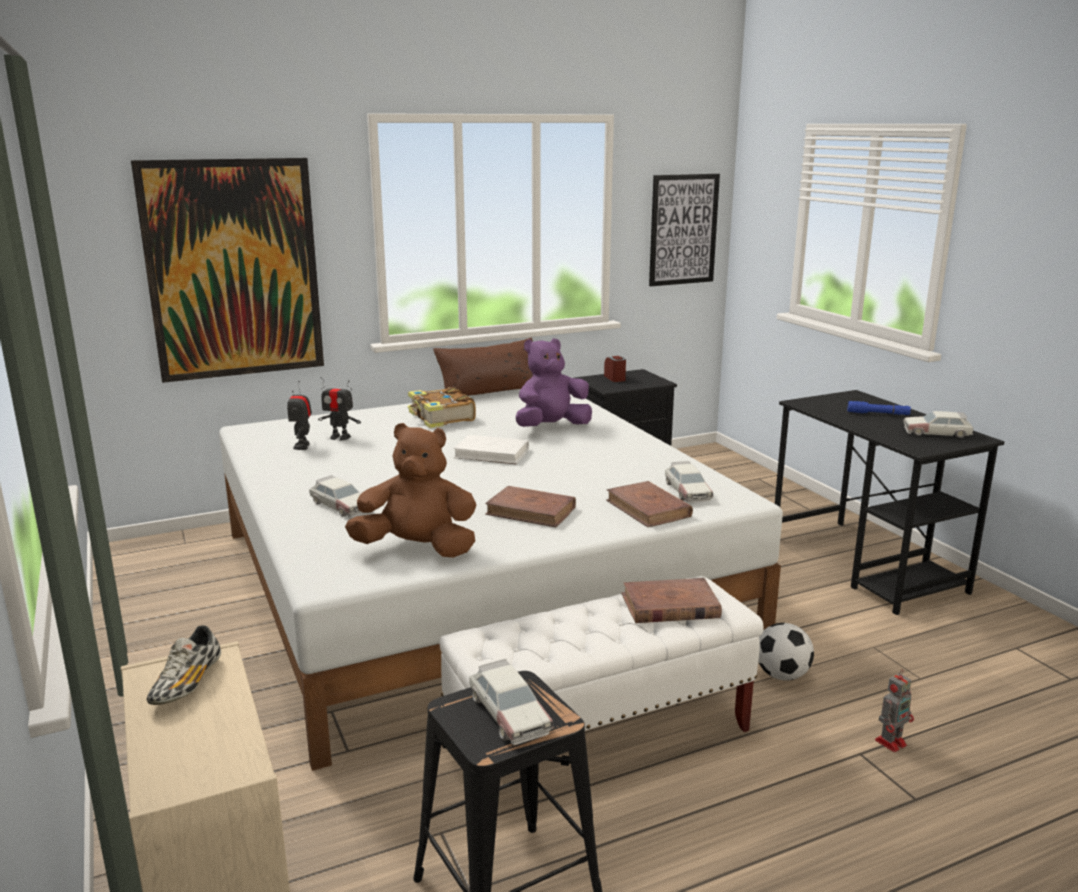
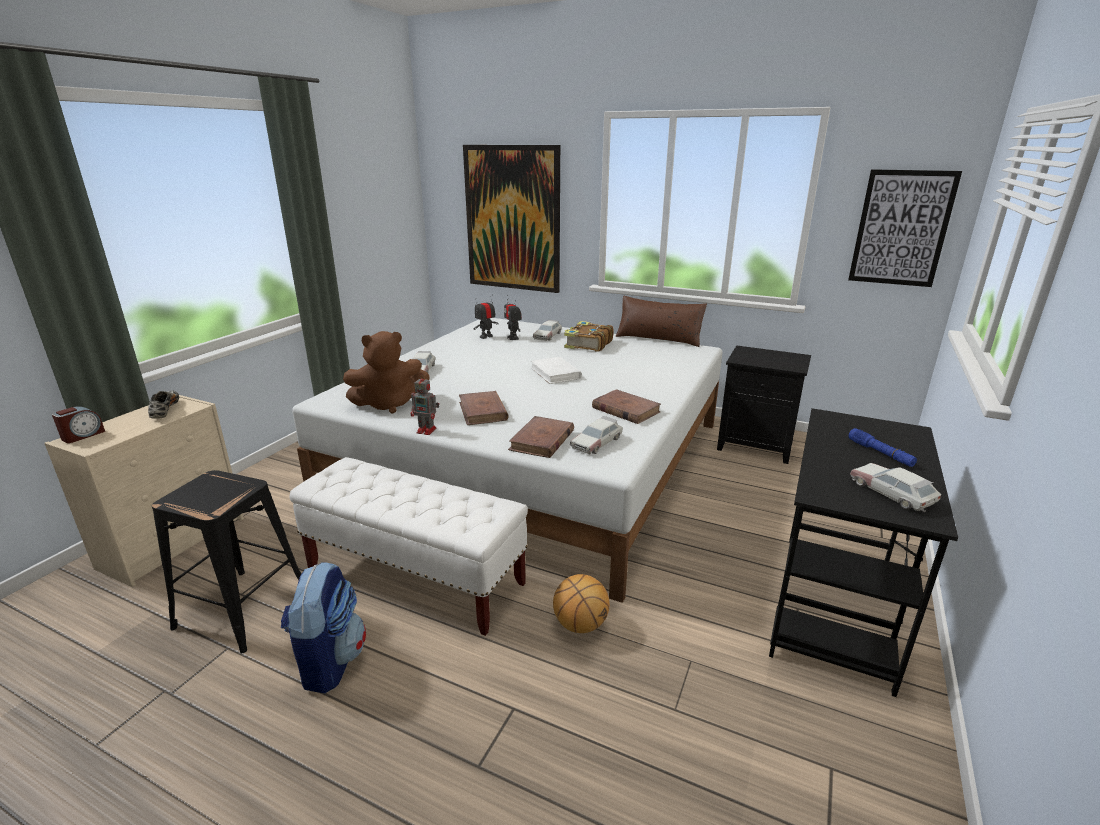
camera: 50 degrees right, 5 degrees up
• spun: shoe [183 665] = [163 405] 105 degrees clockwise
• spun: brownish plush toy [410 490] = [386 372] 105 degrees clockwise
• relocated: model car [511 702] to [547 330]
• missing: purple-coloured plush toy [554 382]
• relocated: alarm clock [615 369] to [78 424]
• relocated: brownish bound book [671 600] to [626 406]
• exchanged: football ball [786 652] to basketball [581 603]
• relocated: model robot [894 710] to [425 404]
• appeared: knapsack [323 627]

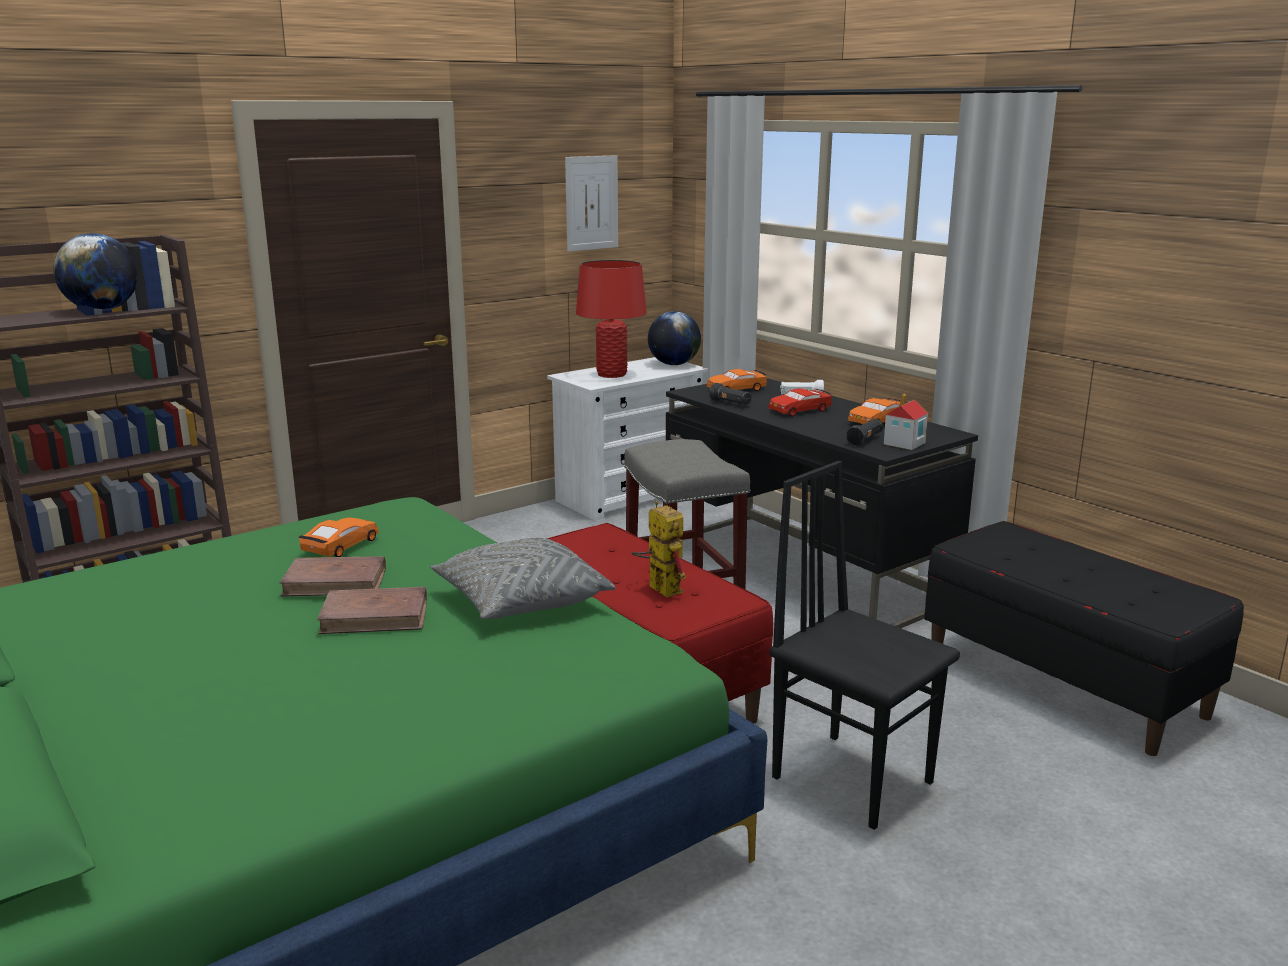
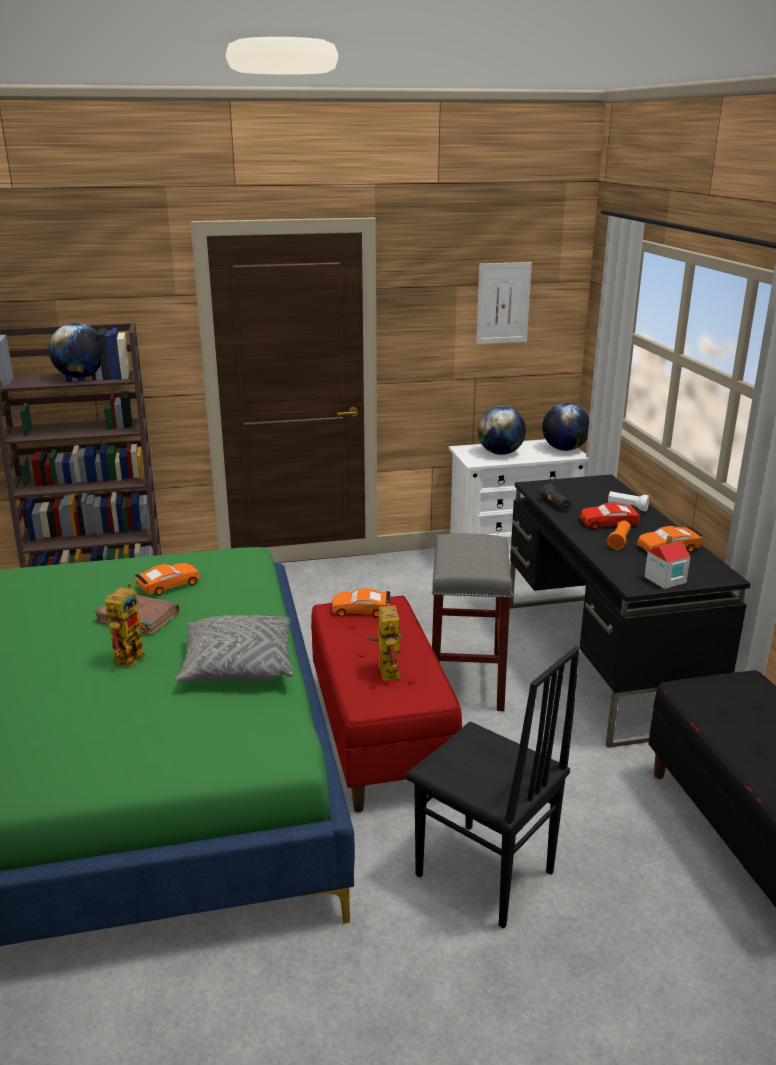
camera: 25 degrees right, 5 degrees up
• exchanged: brownish bound book [372 610] to model robot [128 625]
• exchanged: reddish table lamp [611 319] to desk globe [502 430]
• relocated: orangey model car [737 380] to [361 602]
• spun: black chair [864 645] = [493 787] 150 degrees clockwise
• missing: black torch [864 432]
• appeared: orangey torch [619 535]

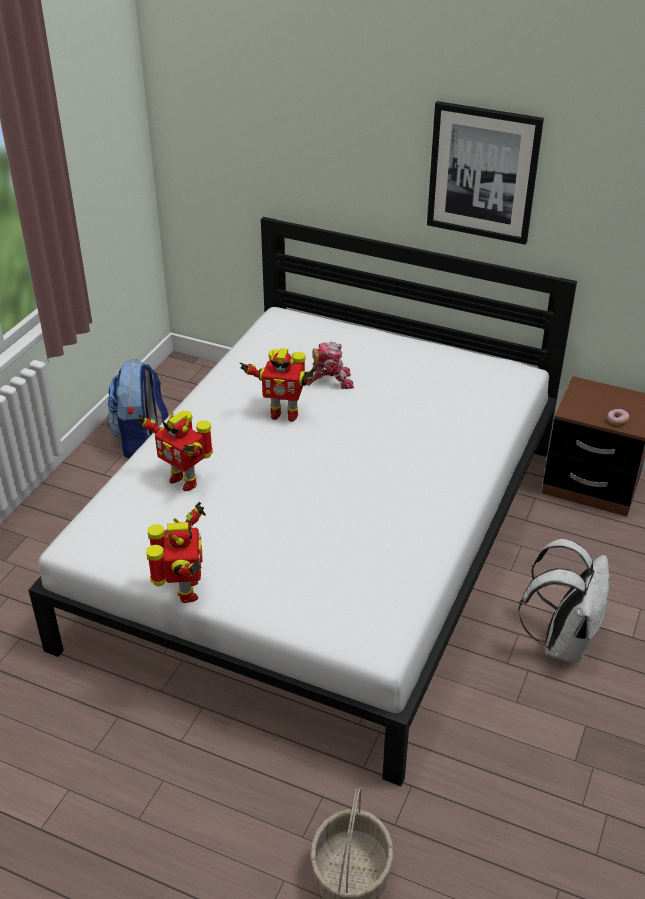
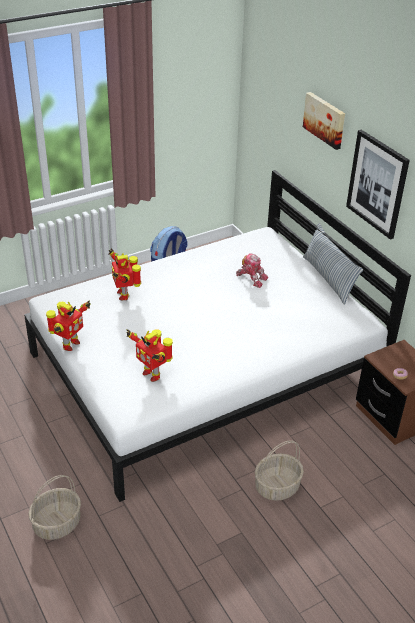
camera: 35 degrees right, 0 degrees up
• relocated: model robot [276 385] to [150 355]
• exchanged: whitish knapsack [563 601] to basket [279 470]
• appeared: wall picture [324 121]
• appeared: pillow [333 264]

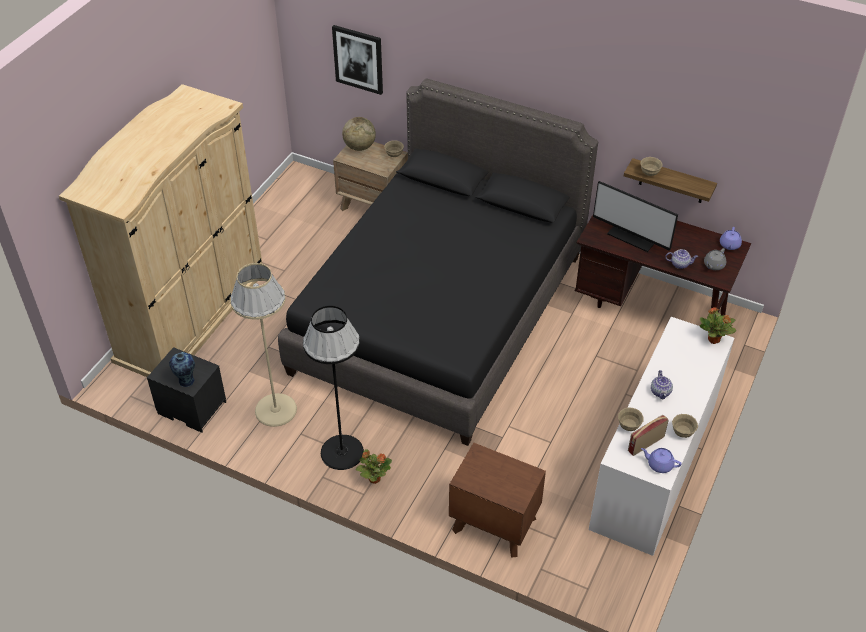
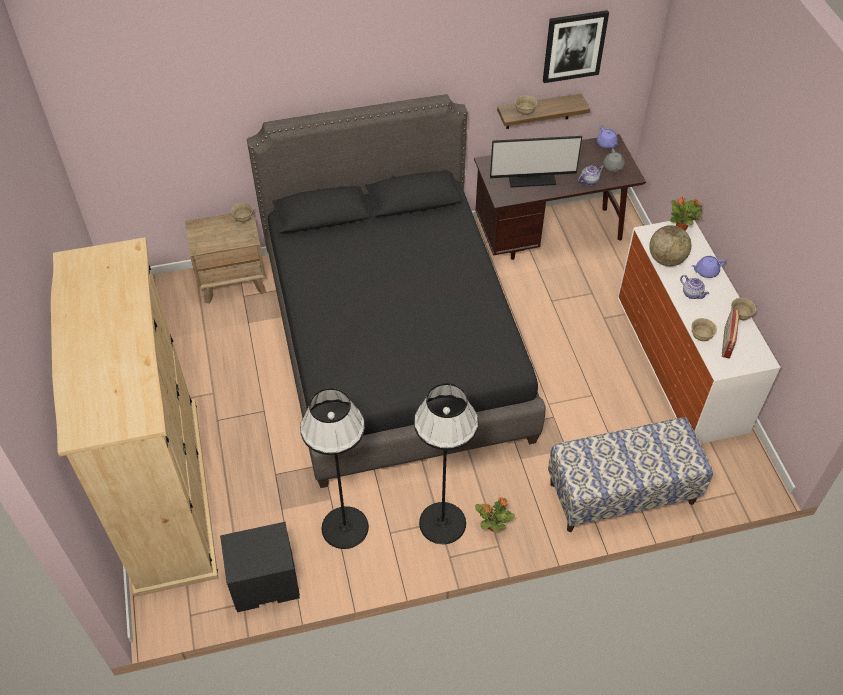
camera: 40 degrees left, 5 degrees up
• missing: decorative vase [182 369]
• colour: beige floor lamp [263 345] to black floor lamp [334 468]
• relocated: wall picture [357 60] to [576 46]
• relocated: desk globe [359 134] to [670 245]
• exchanged: brownish bedside table [497 500] to long seat [630 474]
• relocated: purple-coloured pot for tea [661 460] to [709 267]

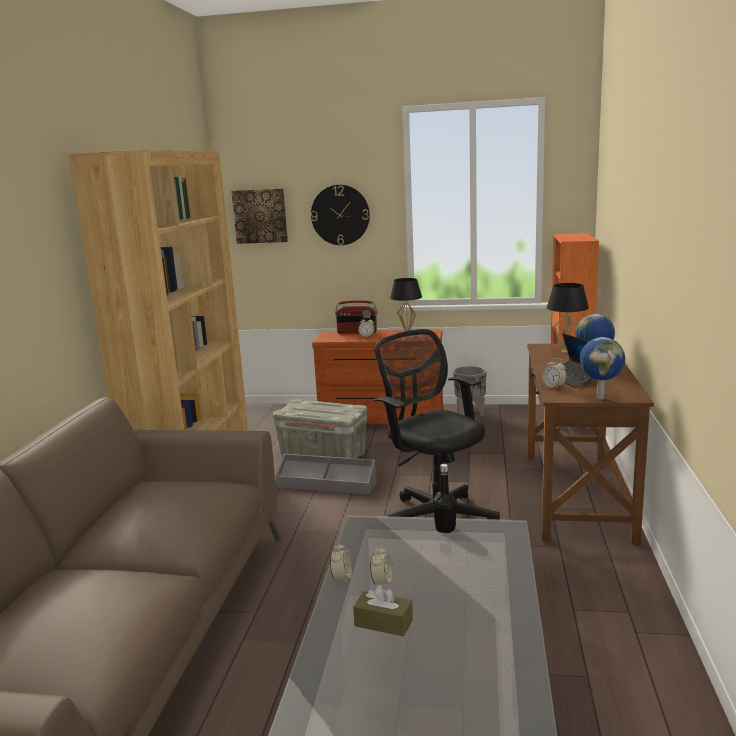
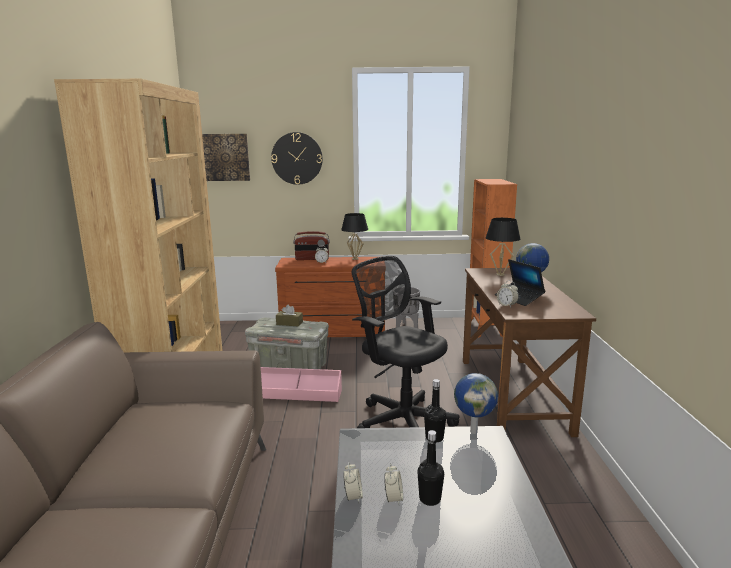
camera: 10 degrees left, 0 degrees up
• colour: gray storage bin [325 474] to pinkish storage bin [301 384]
• relocated: brownish box of tissues [383 611] to [289 315]
• relocated: desk globe [602 368] to [476 403]
• appeared: black beverage bottle [430 468]

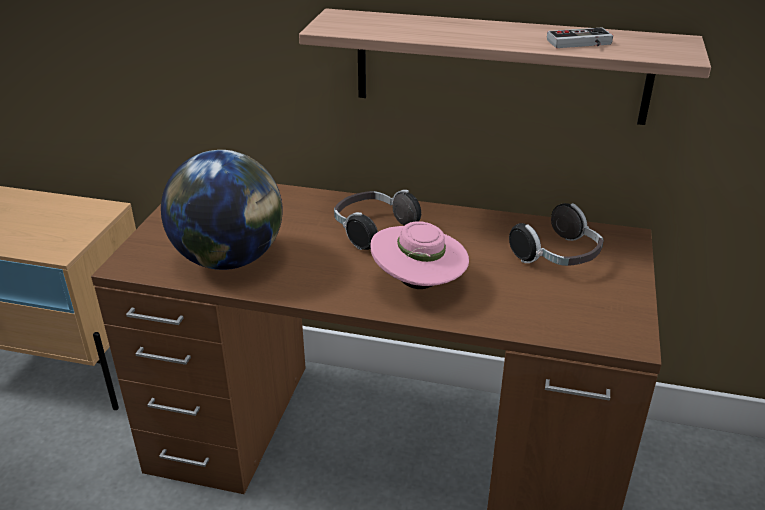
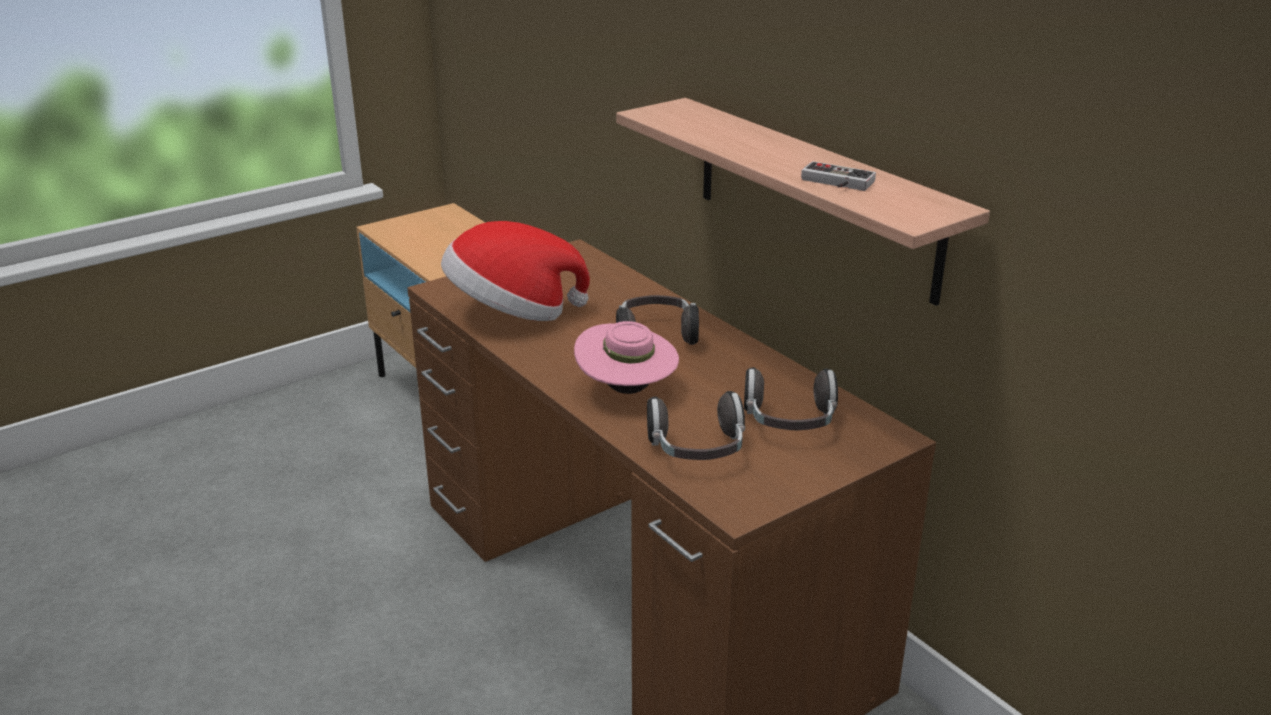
camera: 40 degrees right, 5 degrees down
• exchanged: desk globe [222 210] to wearable hat [515 271]
• appeared: headset [696 425]

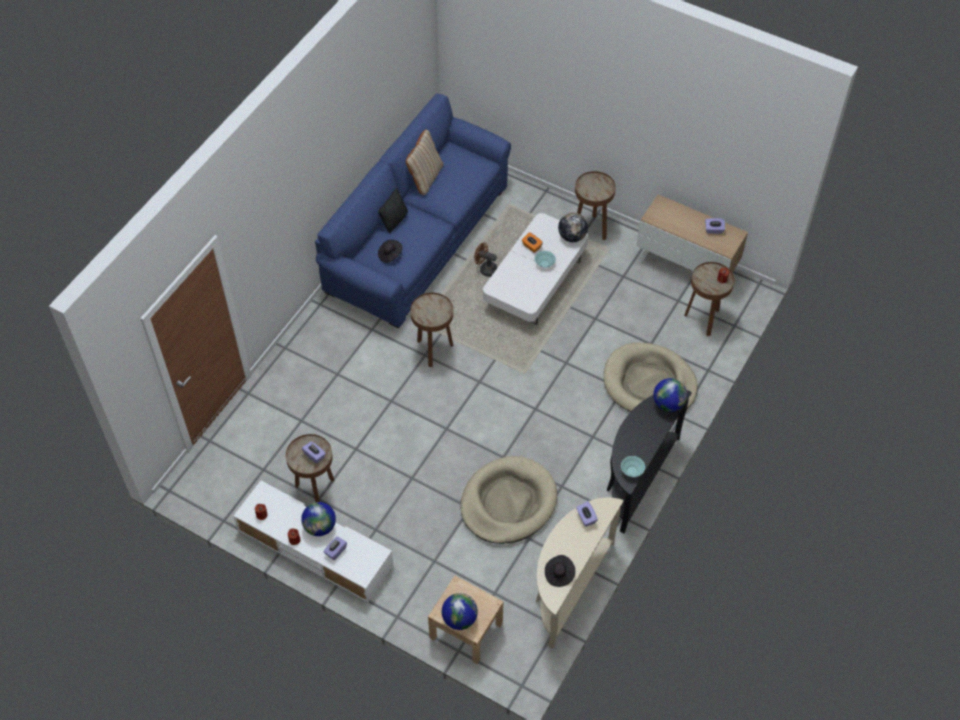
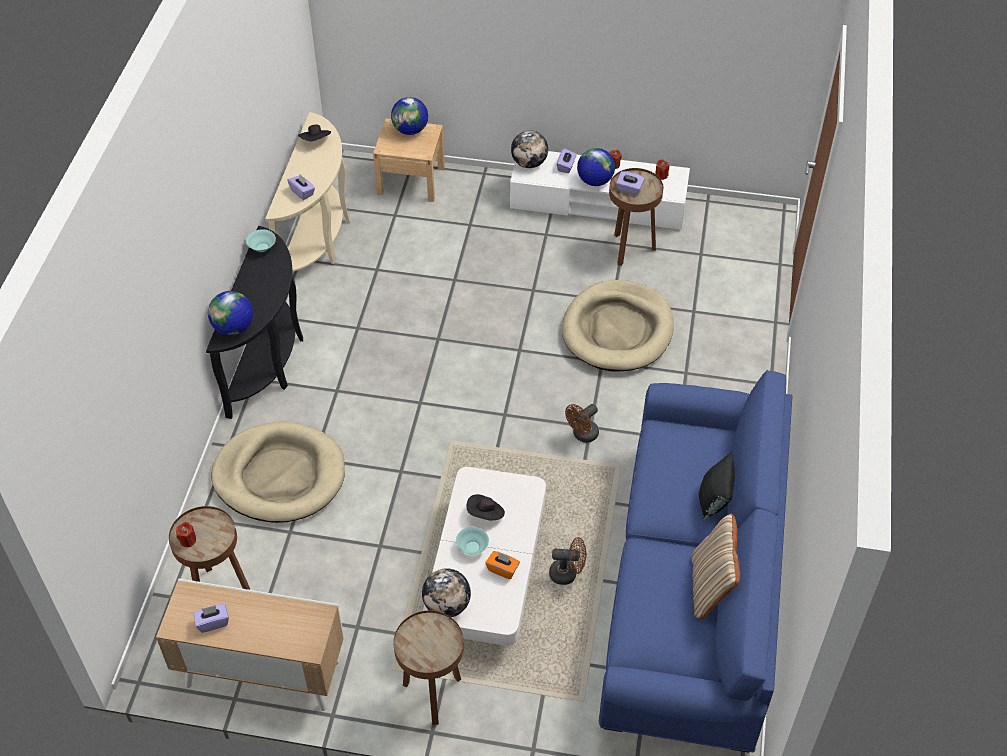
camera: 160 degrees right, 5 degrees down
• relocated: black wearable hat [390 251] to [486 507]
• exchanged: brownish side table [431 330] to brownish electric fan [582 423]
• relocated: beige dog cushion [508 500] to [618 325]
• appeared: desk globe [529 149]

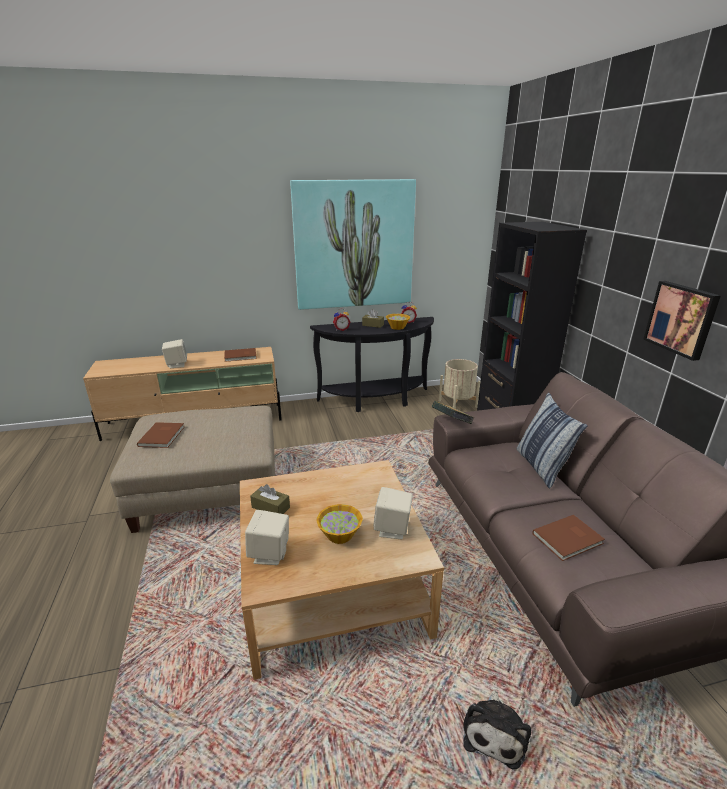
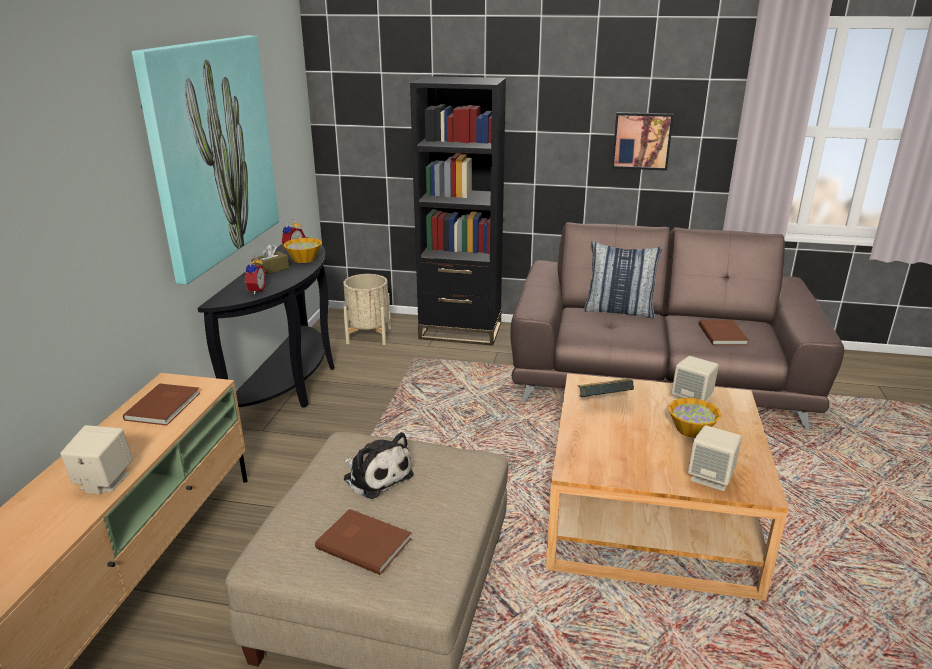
camera: 65 degrees left, 0 degrees up
• missing: brownish box of tissues [270 499]
• relocated: bound book [453 412] to [606 388]
• relocated: plush toy [497 729] to [379 465]

